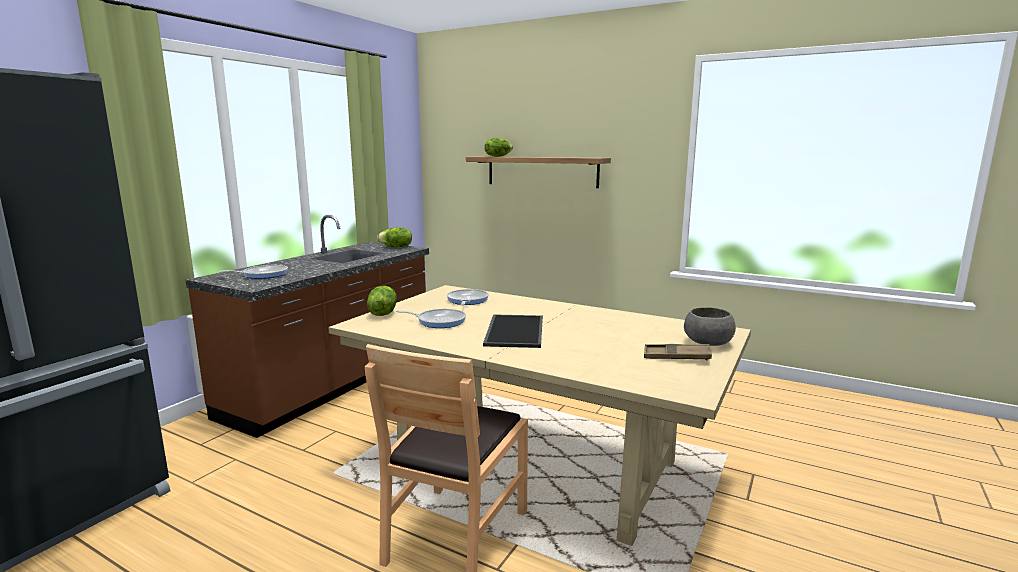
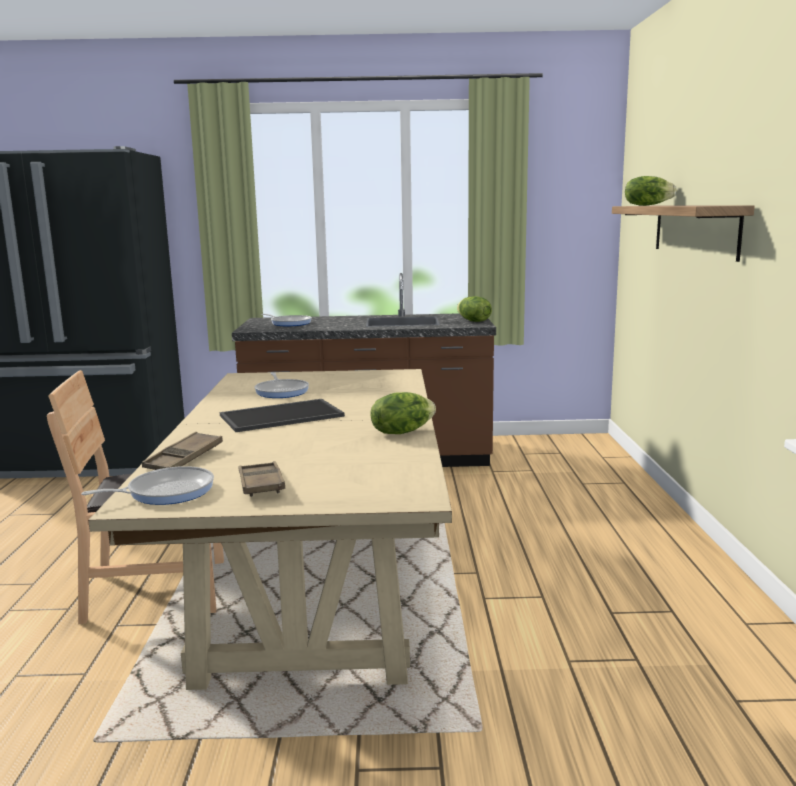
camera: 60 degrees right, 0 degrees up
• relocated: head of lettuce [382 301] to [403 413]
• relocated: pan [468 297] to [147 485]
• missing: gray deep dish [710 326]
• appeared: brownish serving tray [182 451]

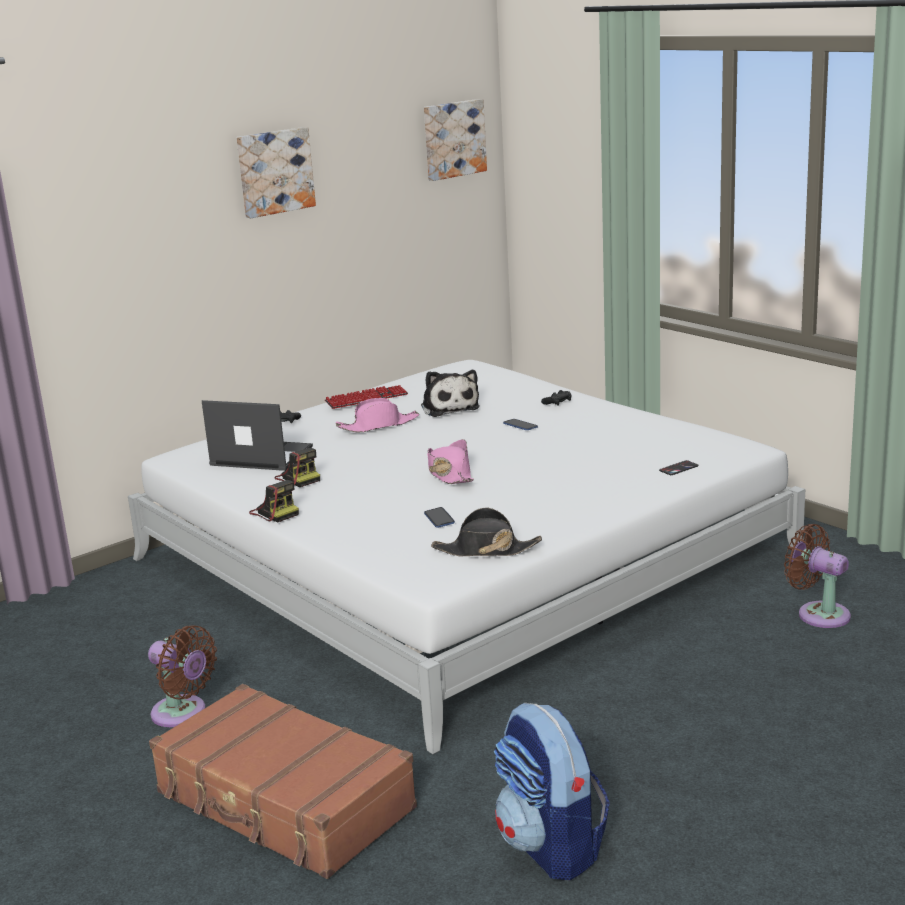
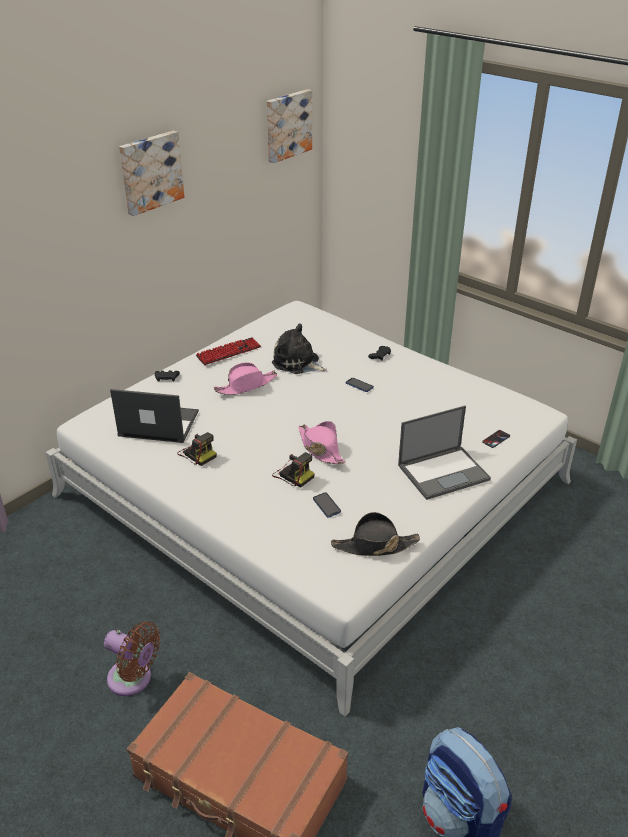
camera: 10 degrees left, 15 degrees up
• relocated: still camera [274 501] to [293 470]
• spun: plush toy [450 393] = [299 349] 150 degrees clockwise
• missing: brownish electric fan [817 576]
• appeared: portable computer [444 452]

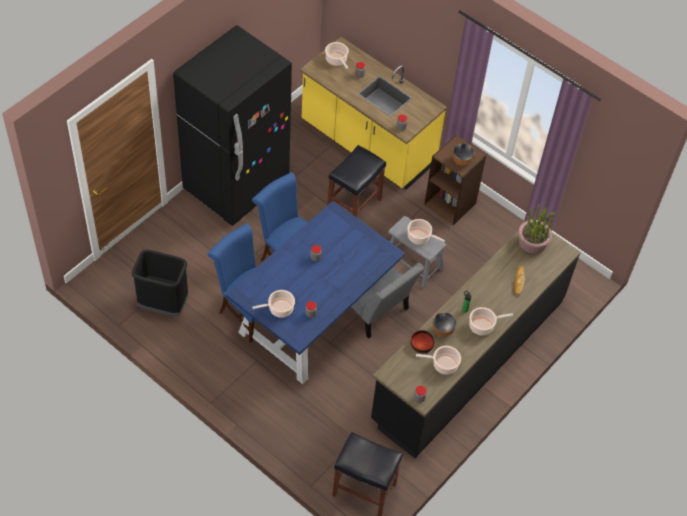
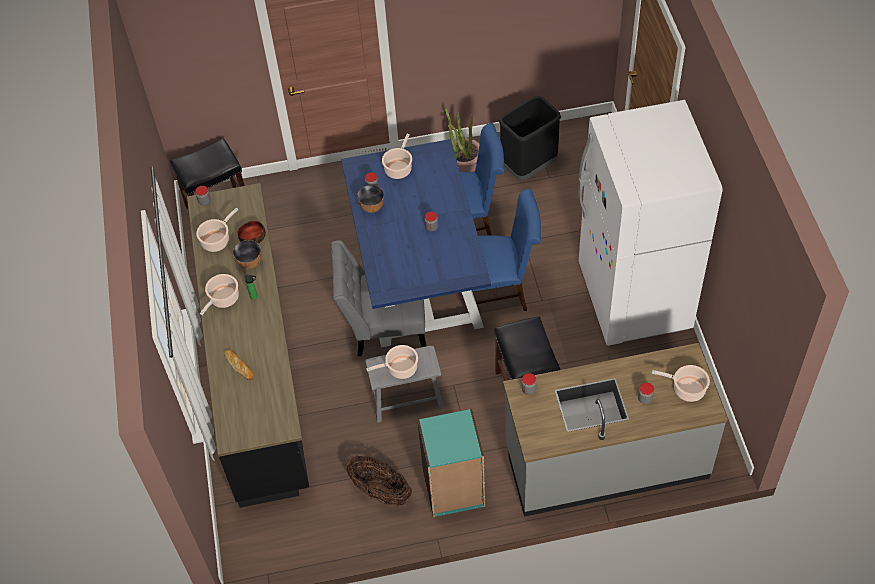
camera: 135 degrees right, 0 degrees up
• colour: black kitchen fridge [232 125] to whitish kitchen fridge [650 223]
• colour: yellow-coloured kitchen counter [373 113] to gray kitchen counter [615 430]
• colour: brownish bookshelf [455 180] to blue-green bookshelf [451 463]
• relocated: deep dish [463 155] to [370 199]
• relocated: houseplant [537 229] to [462 139]
• appeared: basket [379 481]

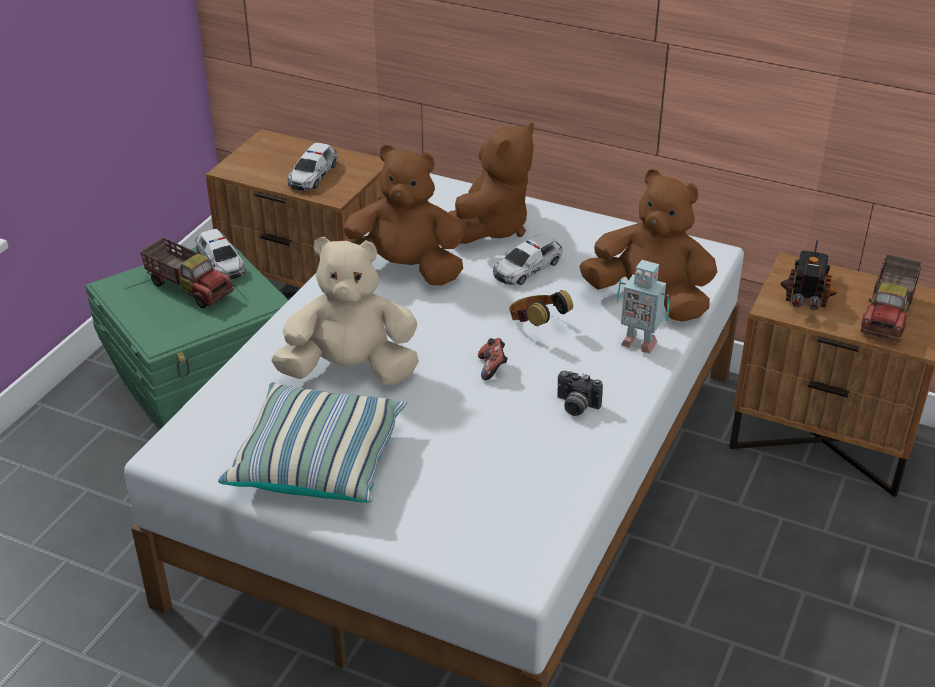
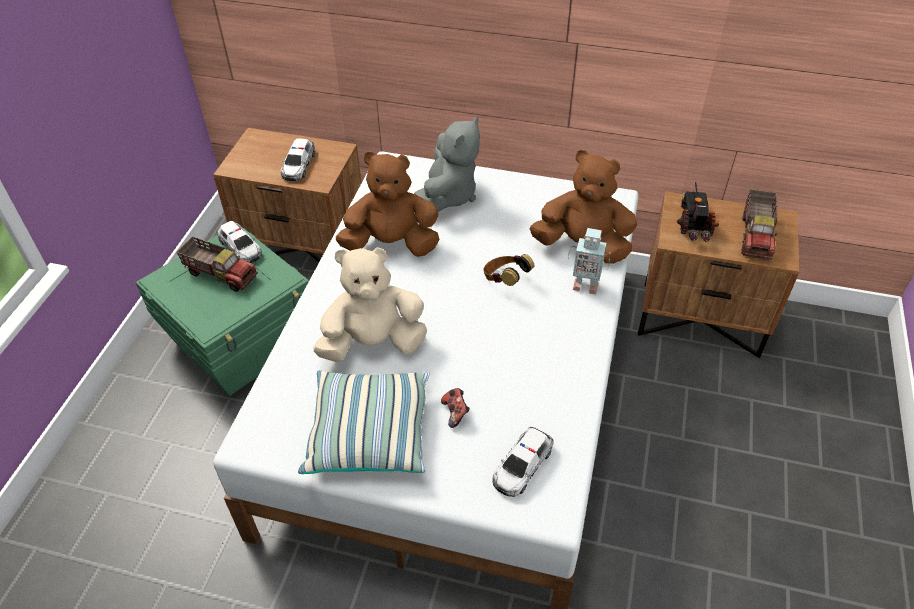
camera: 10 degrees left, 10 degrees up
• colour: brownish plush toy [491 183] to gray plush toy [447 164]
• relocated: gamepad [493 359] to [455 408]
• relocated: model car [528 259] to [523 462]
• missing: still camera [580 393]

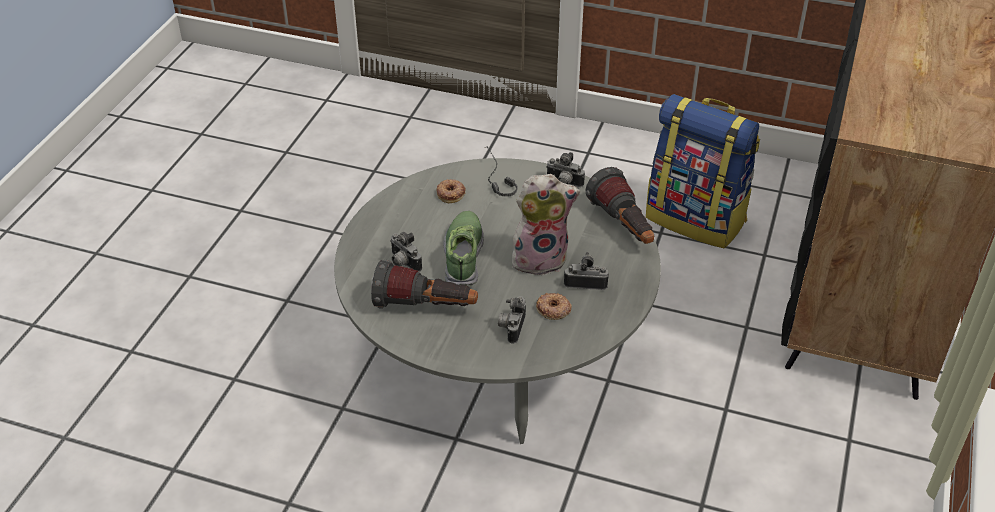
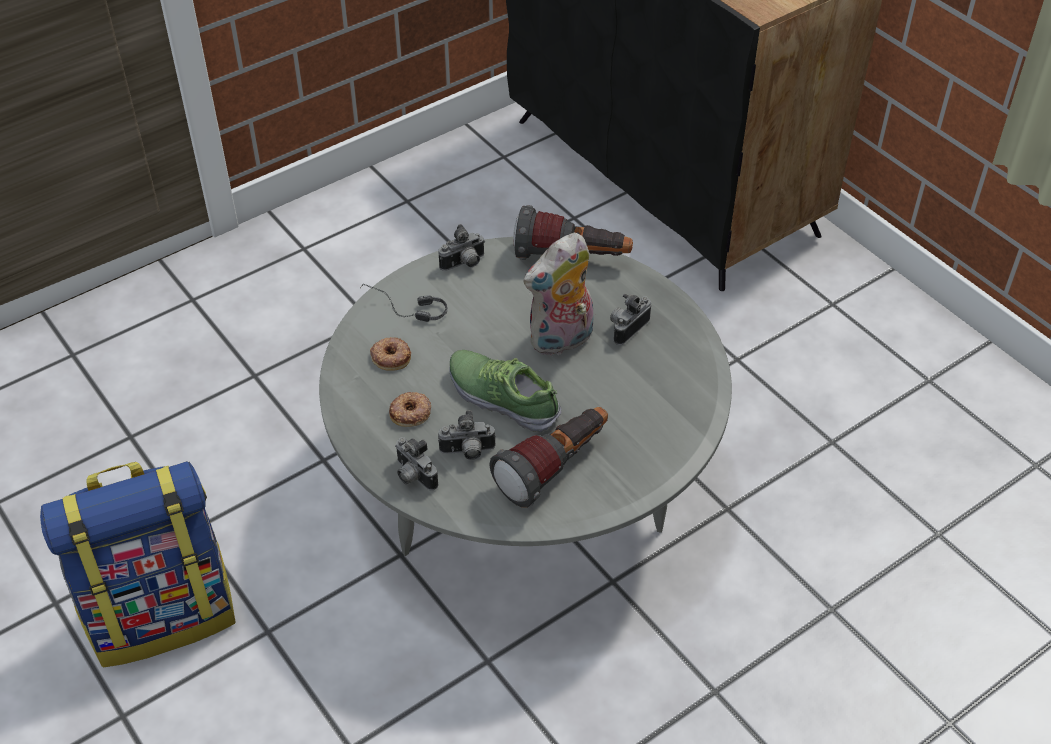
camera: 55 degrees left, 5 degrees up
• relocated: still camera [512 320] to [416 463]
• spun: plush toy [546 225] = [558 295] 150 degrees counterclockwise
• relocated: donut [554 306] to [410 409]
• relocated: knapsack [703 171] to [138 564]

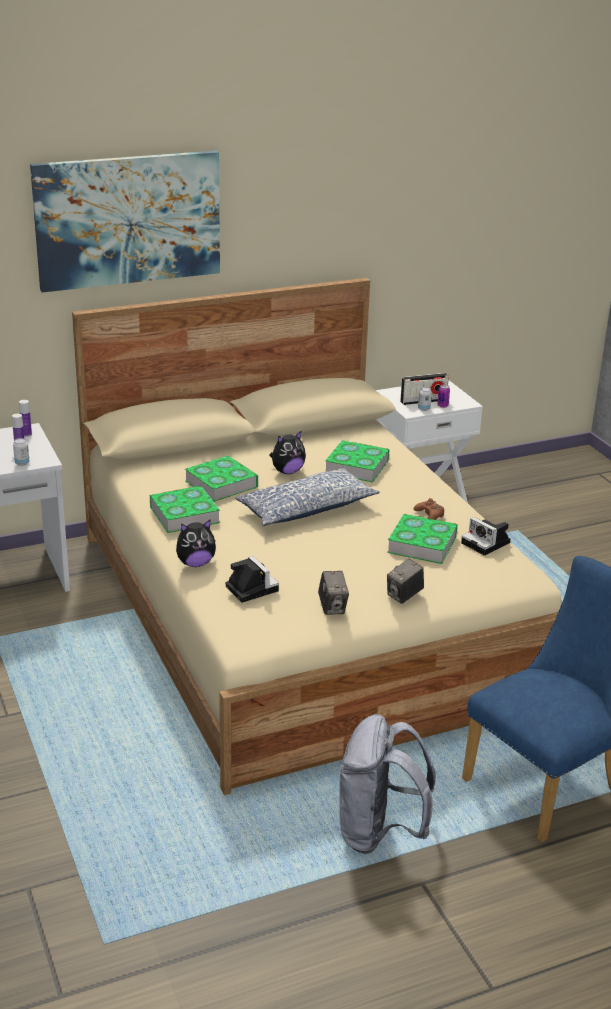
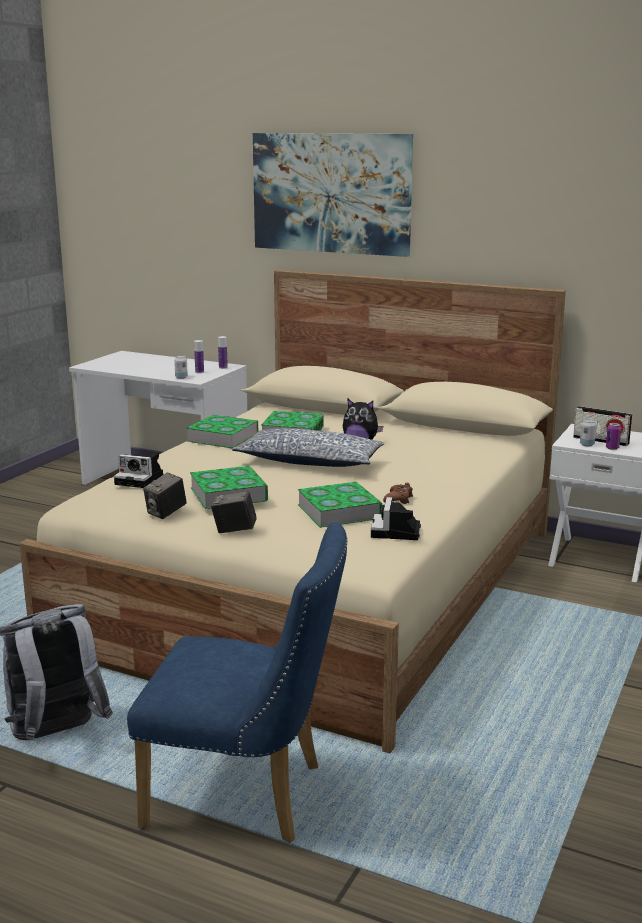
camera: 50 degrees right, 10 degrees down
• missing: plush toy [196 543]
• spun: still camera [252 579] = [138 470] 90 degrees clockwise
• relocated: bound book [357 461] to [229 487]

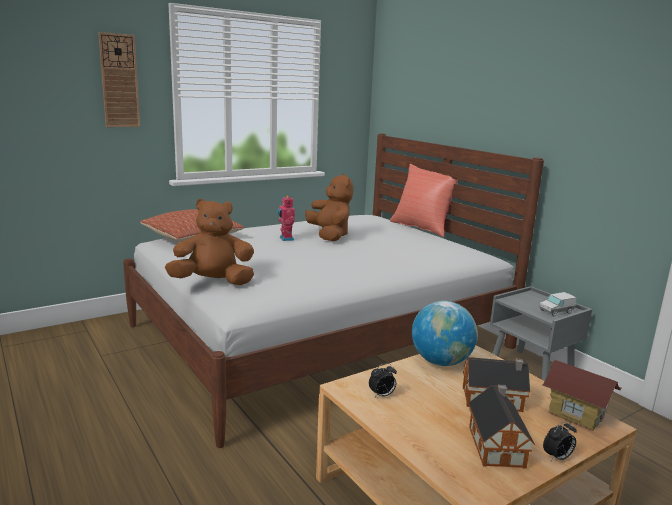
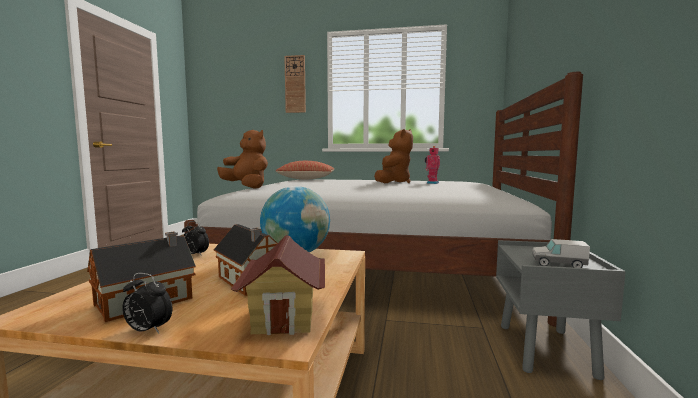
camera: 45 degrees right, 10 degrees down
• relocated: model robot [286 218] to [432 165]
• missing: reddish pillow [424 200]

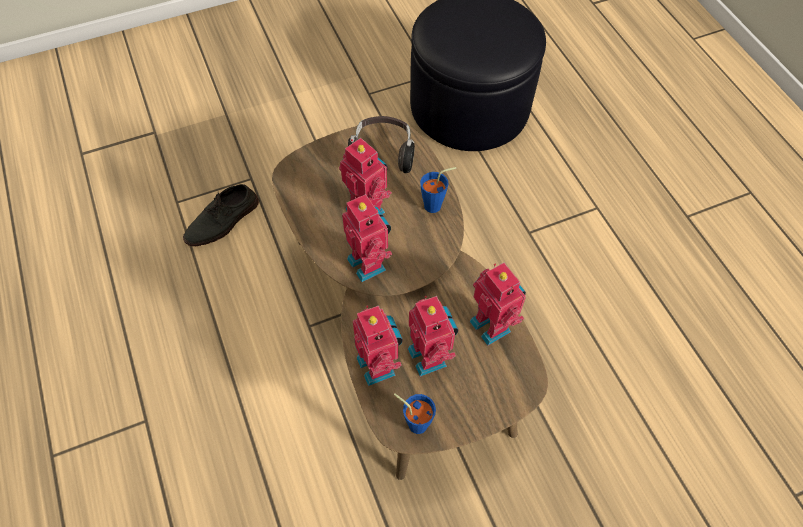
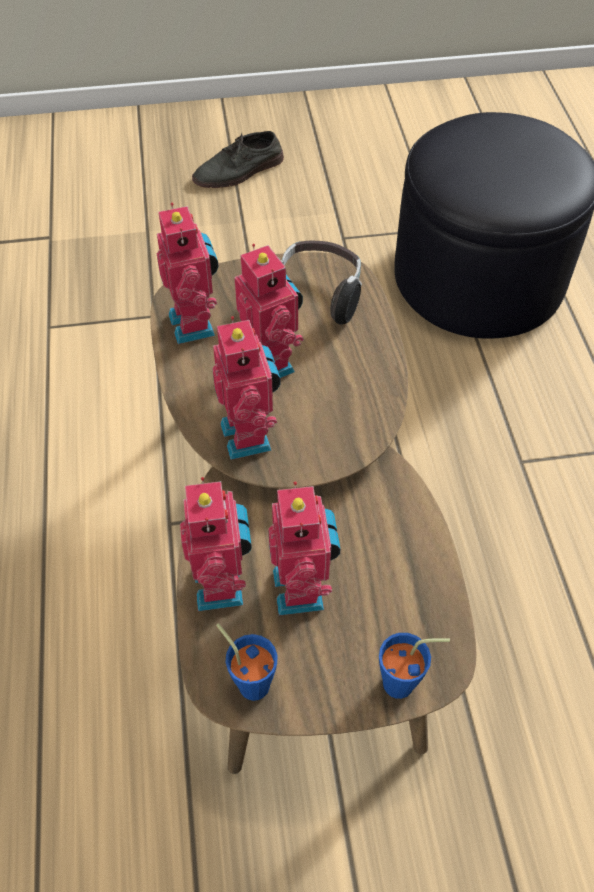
camera: 15 degrees right, 5 degrees down
• relocated: gray shoe [221 215] to [238 159]
• relocated: blue small cup [438 190] to [414 666]
• relocated: model robot [498 304] to [188 273]

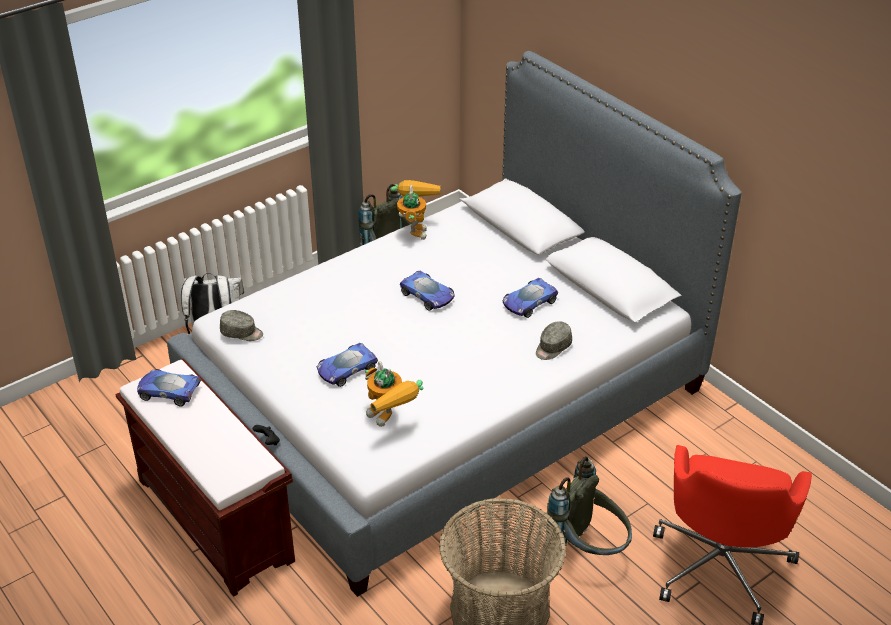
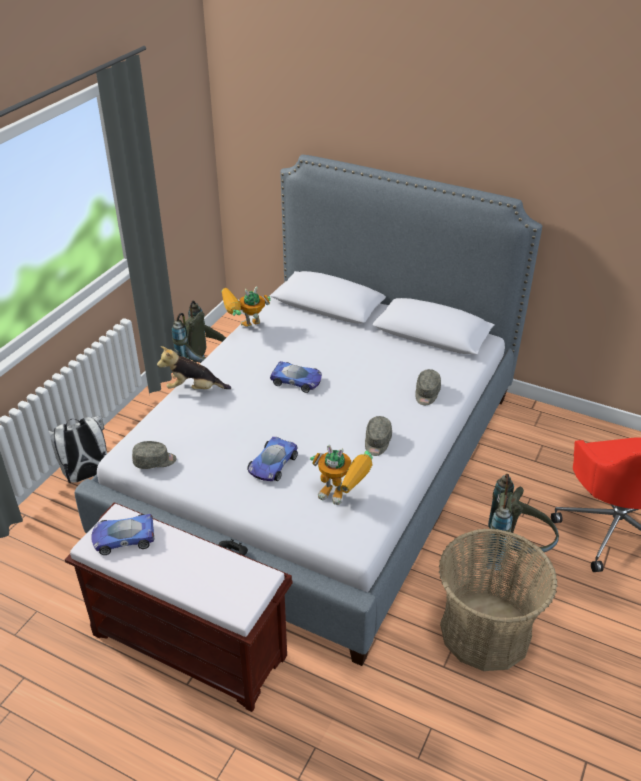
camera: 25 degrees left, 0 degrees up
• spun: model robot [416 210] = [246 306] 90 degrees counterclockwise
• missing: model car [530 298]
• appeared: plush toy [194 367]
• appeared: gray cap [378 436]

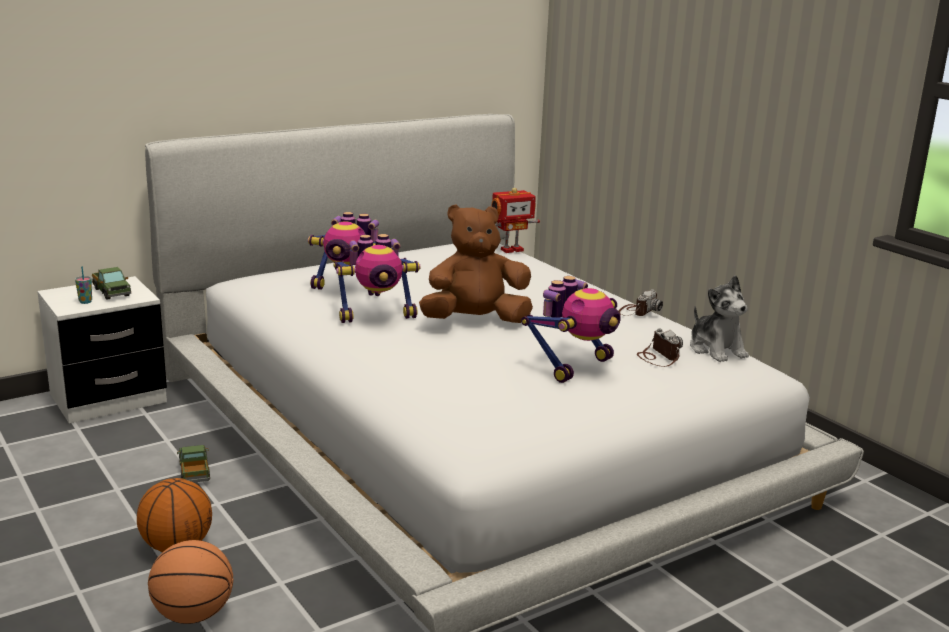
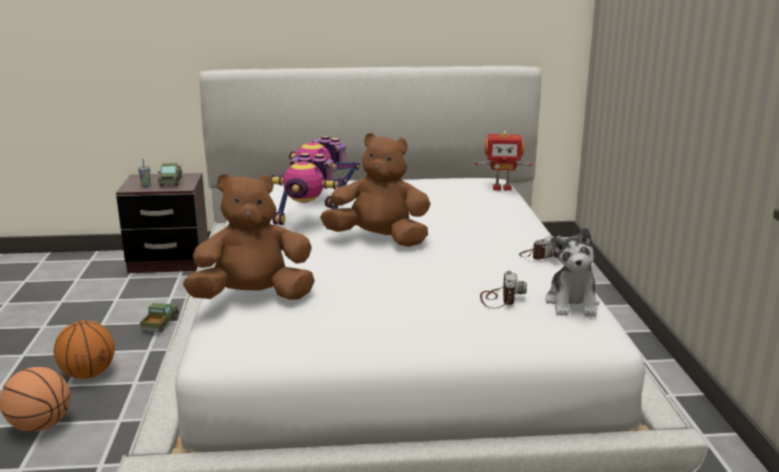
camera: 30 degrees right, 0 degrees up
• colour: whitish bedside table [102 349] to brownish bedside table [162 223]
• missing: model robot [571 329]
• appeared: brownish plush toy [249 237]

